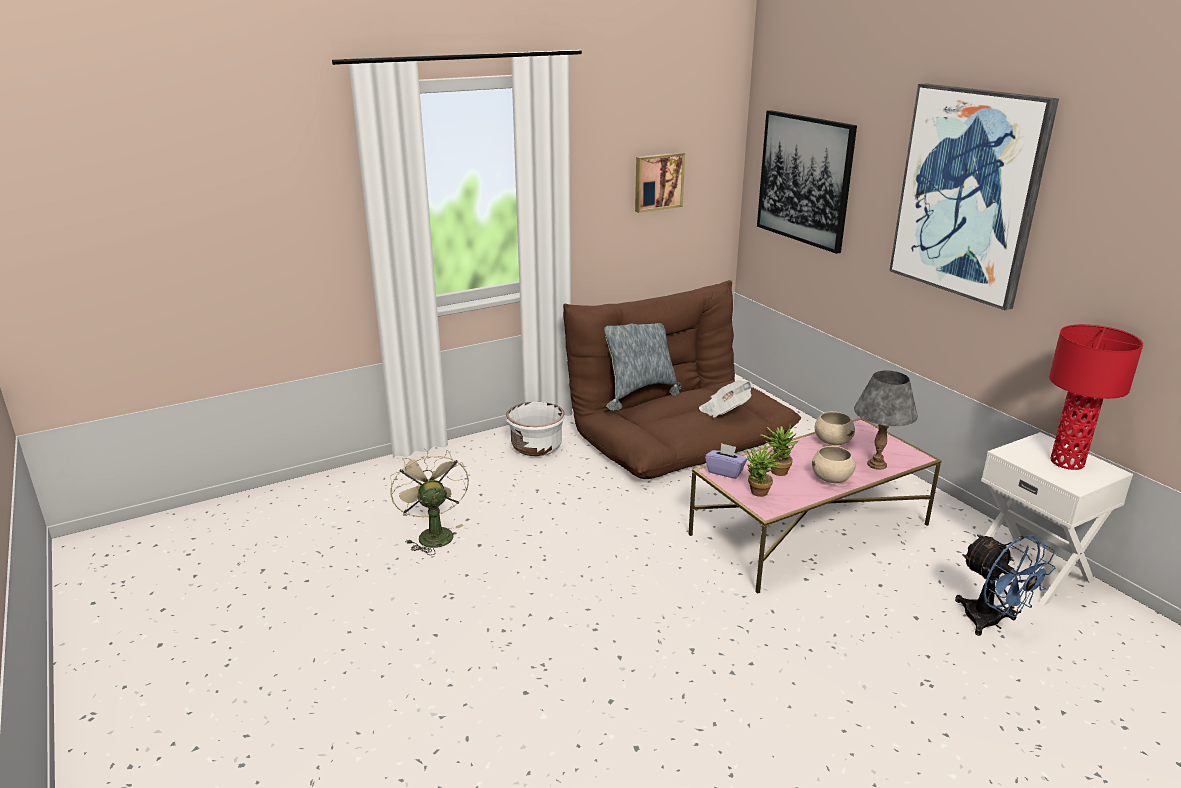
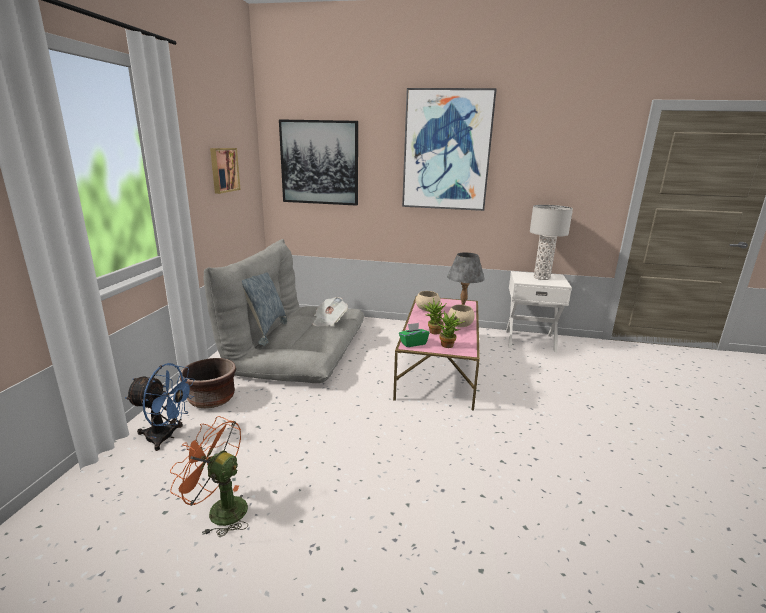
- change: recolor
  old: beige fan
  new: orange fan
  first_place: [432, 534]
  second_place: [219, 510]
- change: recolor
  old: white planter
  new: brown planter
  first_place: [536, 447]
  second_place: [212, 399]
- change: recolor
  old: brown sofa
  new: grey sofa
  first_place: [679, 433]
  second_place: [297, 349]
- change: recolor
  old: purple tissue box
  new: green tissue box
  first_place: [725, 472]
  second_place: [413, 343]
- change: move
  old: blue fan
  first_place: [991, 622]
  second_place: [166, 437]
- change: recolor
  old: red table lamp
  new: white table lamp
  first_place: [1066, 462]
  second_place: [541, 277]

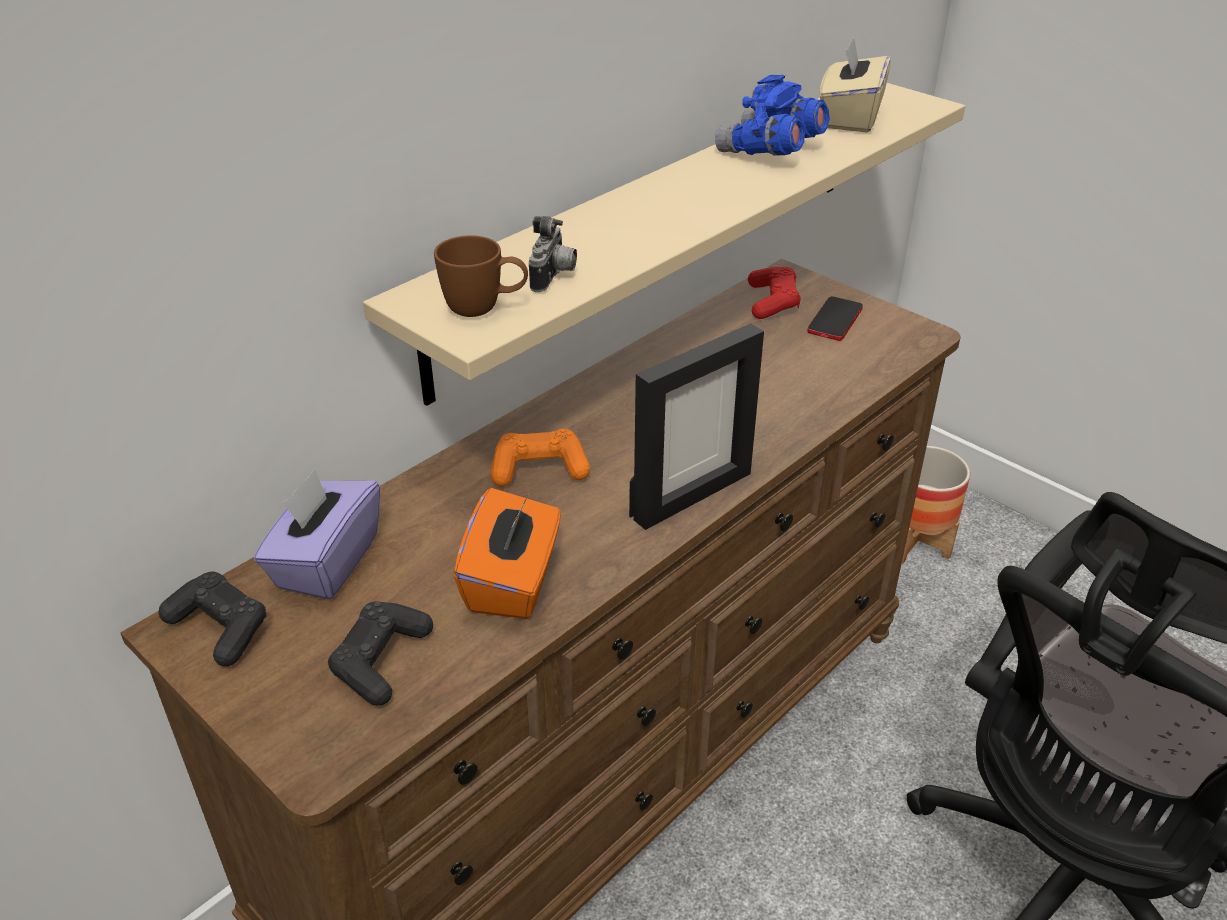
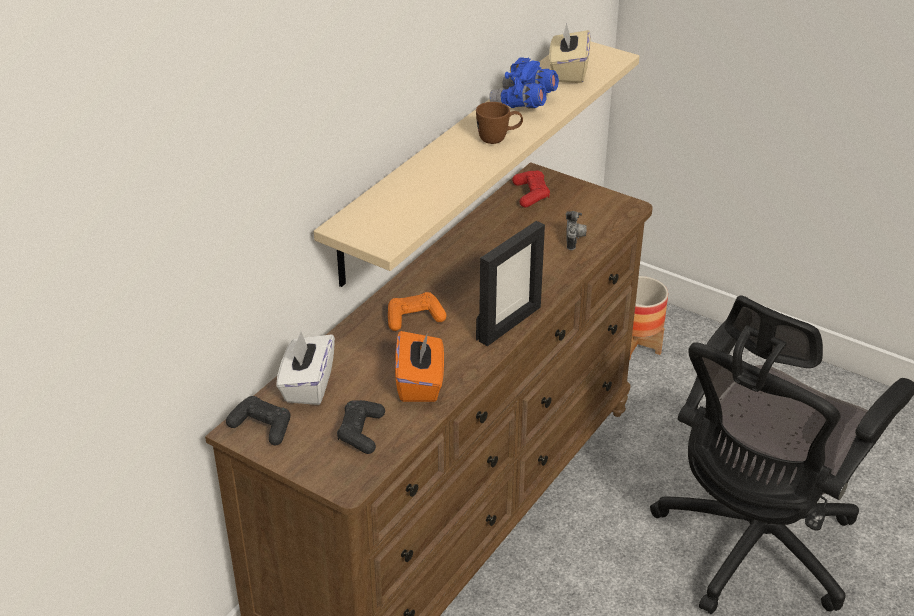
- change: recolor
  old: purple tissue box
  new: white tissue box
  first_place: [326, 562]
  second_place: [307, 385]
- change: move
  old: brown mug
  first_place: [485, 309]
  second_place: [498, 139]
- change: move
  old: photo camera
  first_place: [554, 277]
  second_place: [575, 240]
- change: delete
  old: phone
  first_place: [835, 320]

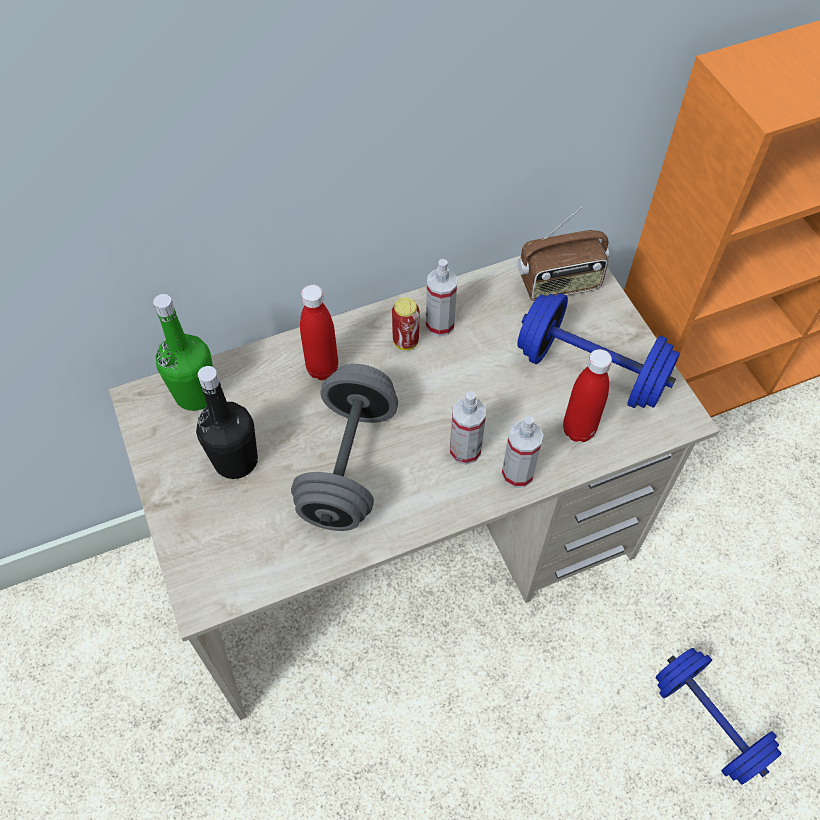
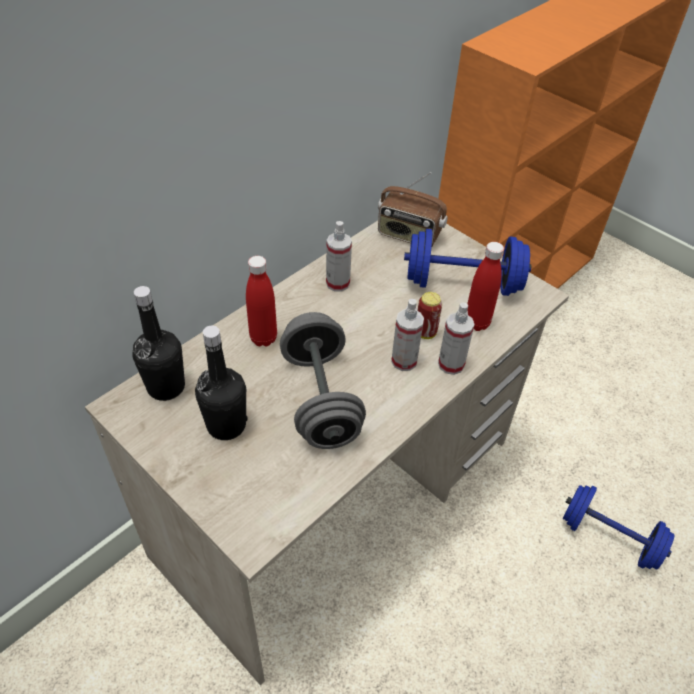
- change: recolor
  old: green bottle
  new: black bottle
  first_place: [196, 394]
  second_place: [166, 387]
- change: move
  old: can
  first_place: [405, 341]
  second_place: [425, 333]
- change: rotate
  old: radio
  first_place: [559, 284]
  second_place: [408, 235]
  degrees: 60

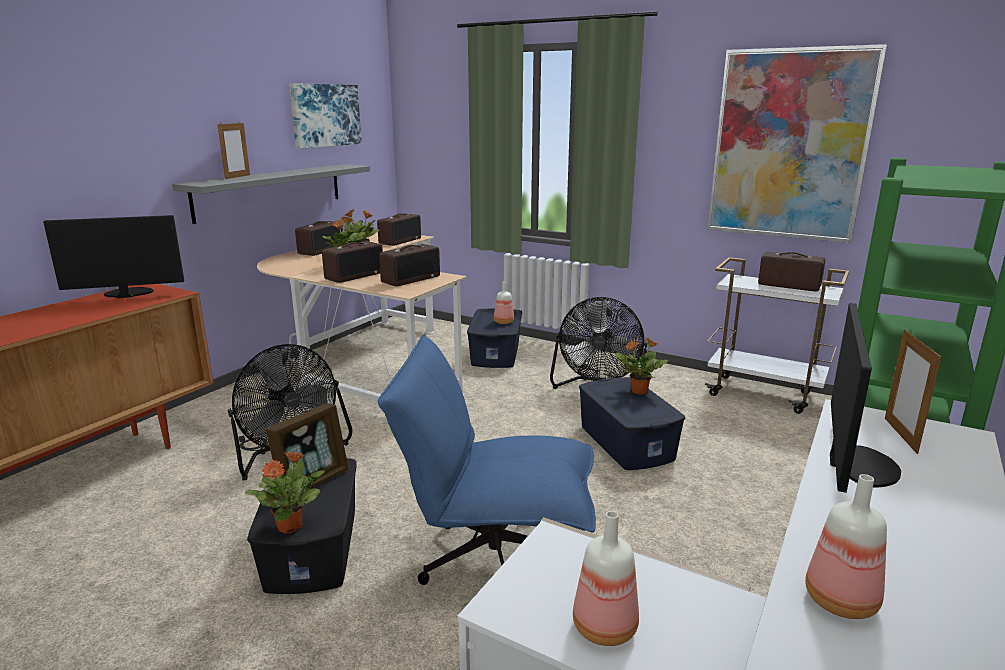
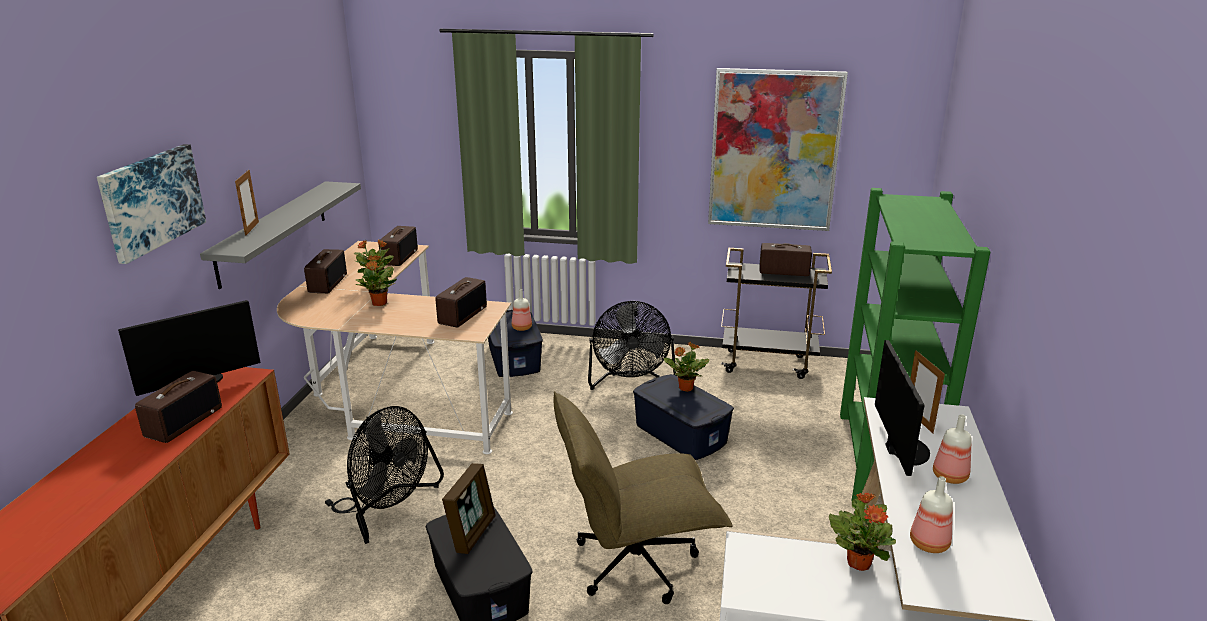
- change: move
  old: potted plant
  first_place: [291, 526]
  second_place: [858, 562]
- change: move
  old: picture
  first_place: [325, 115]
  second_place: [151, 201]
- change: move
  old: radio
  first_place: [354, 276]
  second_place: [183, 421]
- change: recolor
  old: blue office chair
  new: beige office chair
  first_place: [497, 562]
  second_place: [637, 563]
- change: move
  old: bottle
  first_place: [606, 629]
  second_place: [951, 477]
- change: recolor
  old: white cart
  new: black cart
  first_place: [764, 395]
  second_place: [769, 365]

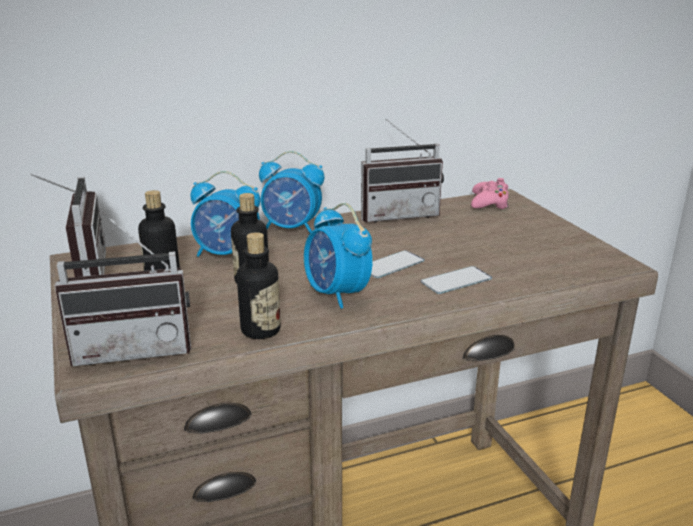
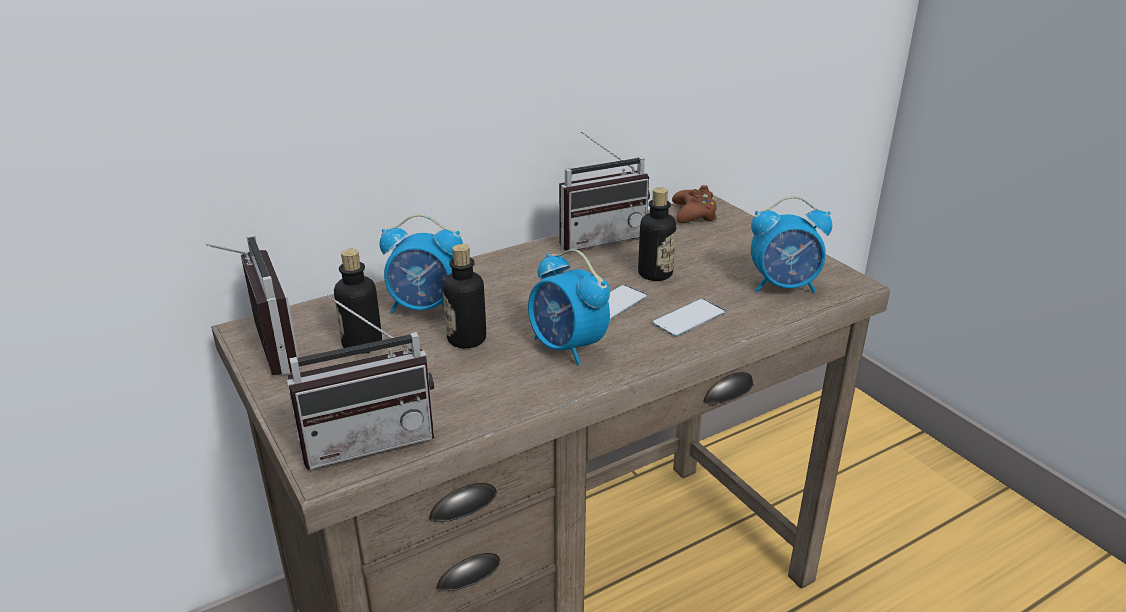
- change: move
  old: bottle
  first_place: [260, 330]
  second_place: [655, 274]
- change: move
  old: alarm clock
  first_place: [292, 229]
  second_place: [784, 286]
- change: recolor
  old: pink game controller
  new: brown game controller
  first_place: [489, 202]
  second_place: [694, 214]

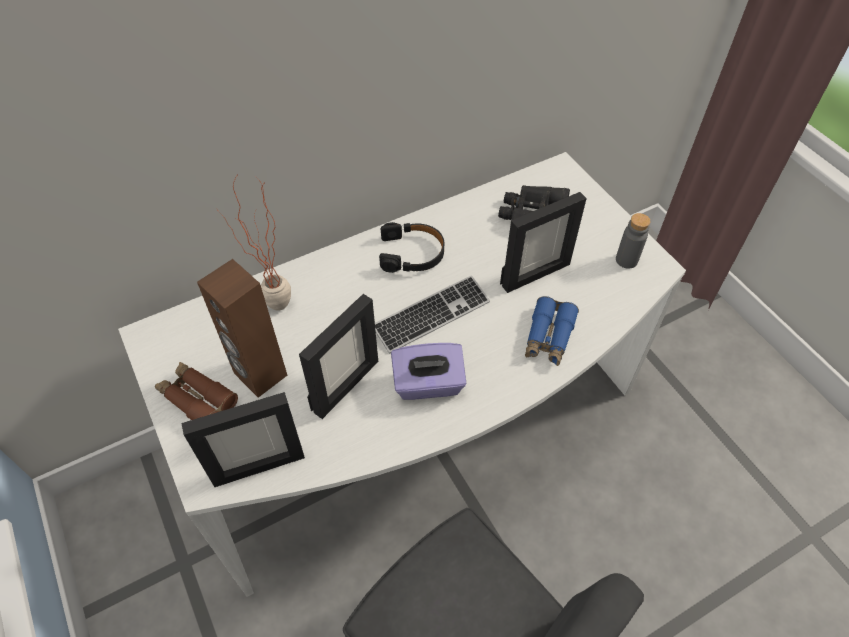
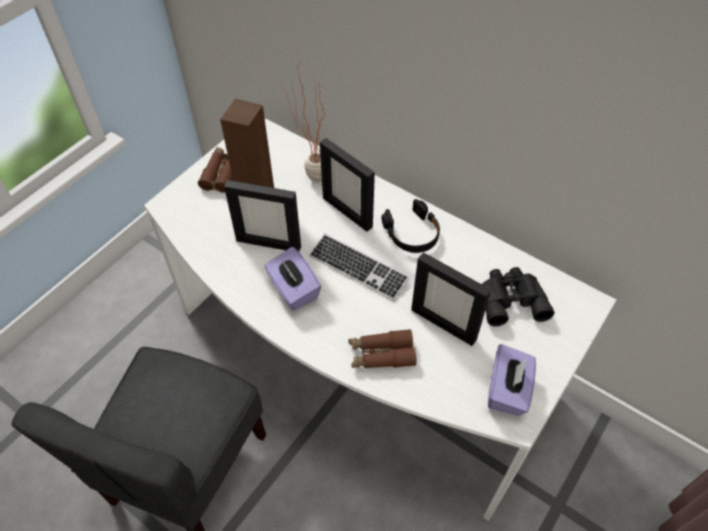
- change: move
  old: picture frame
  first_place: [258, 465]
  second_place: [348, 211]
- change: recolor
  old: blue binoculars
  new: brown binoculars
  first_place: [548, 337]
  second_place: [381, 354]
- change: replace
  old: grey bottle
  new: purple tissue box
  first_place: [626, 260]
  second_place: [507, 390]

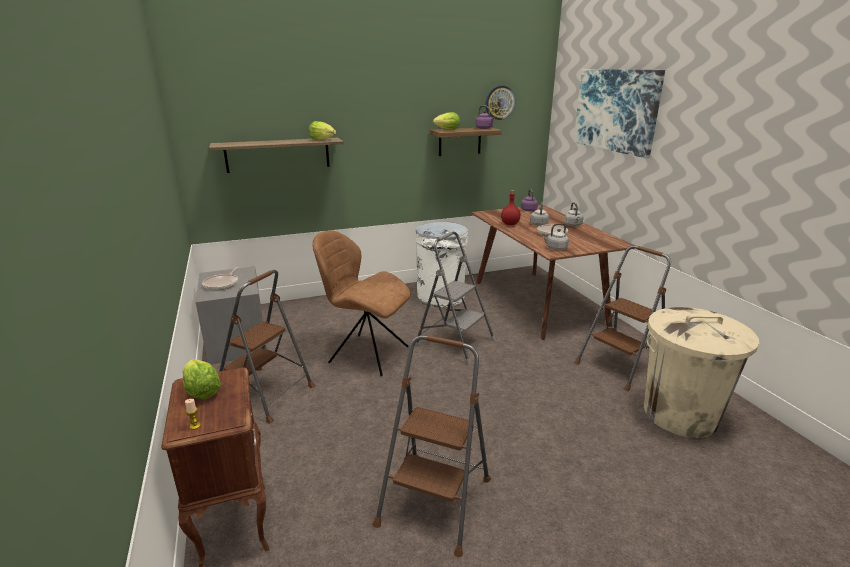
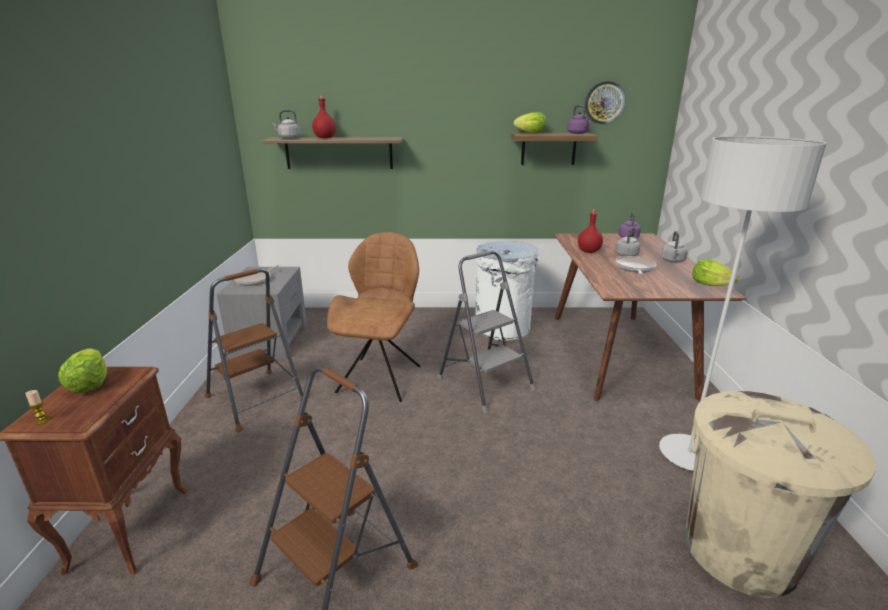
- change: move
  old: lettuce
  first_place: [322, 140]
  second_place: [710, 284]
- change: rotate
  old: brown chair
  first_place: [366, 354]
  second_place: [381, 377]
  degrees: 60
- change: move
  old: grey kettle
  first_place: [555, 248]
  second_place: [288, 138]
- change: delete
  old: picture
  first_place: [615, 110]
- change: replace
  old: brown step ladder
  new: grey floor lamp
  first_place: [622, 363]
  second_place: [689, 455]
- change: insert
  new: red bottle
  second_place: [325, 138]

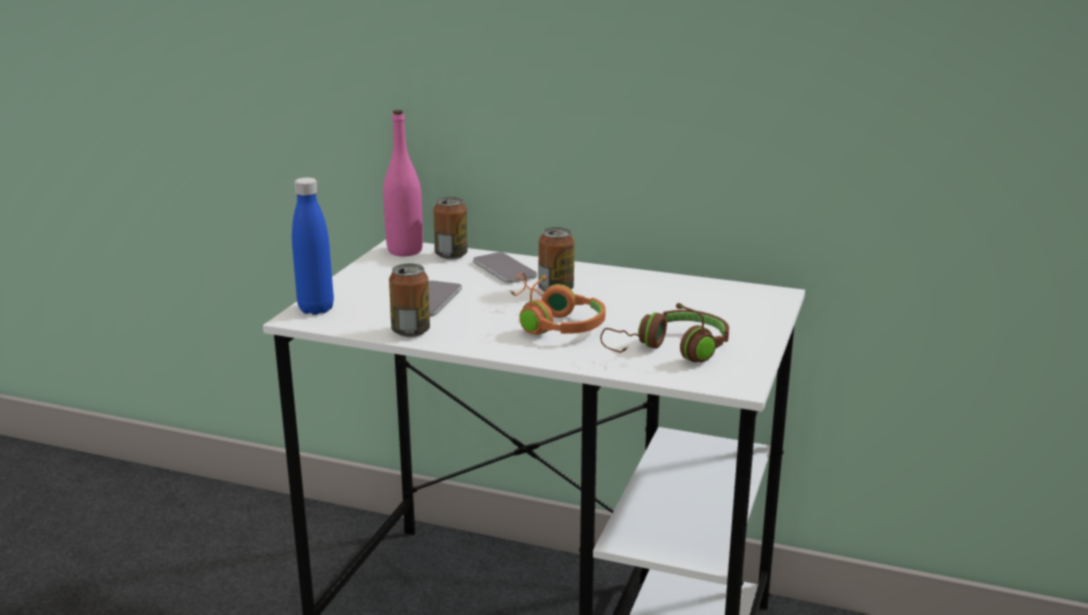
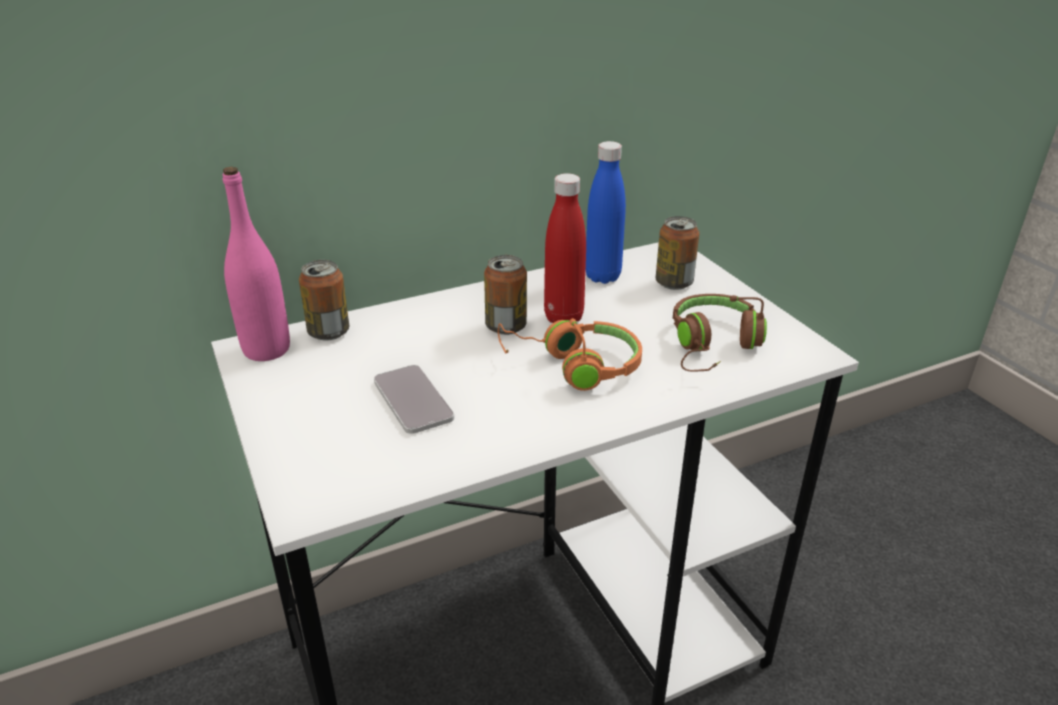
- change: move
  old: blue bottle
  first_place: [316, 309]
  second_place: [602, 276]
- change: move
  old: can
  first_place: [411, 331]
  second_place: [674, 283]
- change: delete
  old: phone
  first_place: [504, 269]
- change: insert
  new: red bottle
  second_place: [563, 318]

